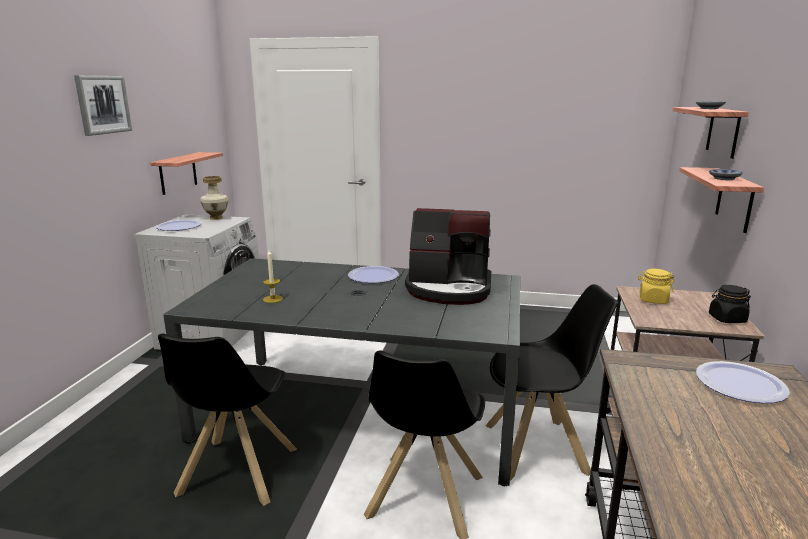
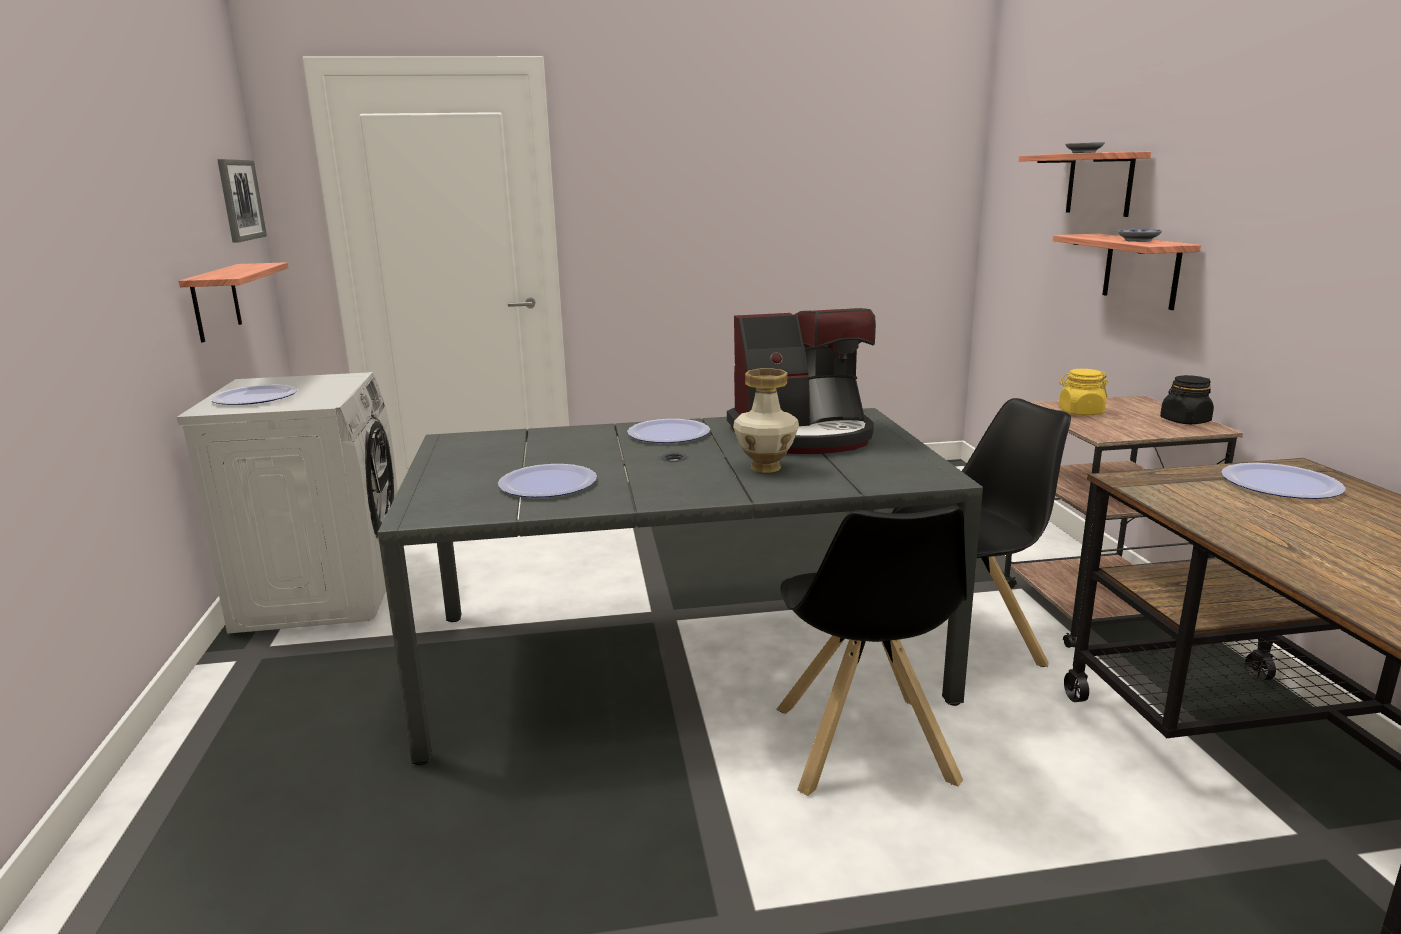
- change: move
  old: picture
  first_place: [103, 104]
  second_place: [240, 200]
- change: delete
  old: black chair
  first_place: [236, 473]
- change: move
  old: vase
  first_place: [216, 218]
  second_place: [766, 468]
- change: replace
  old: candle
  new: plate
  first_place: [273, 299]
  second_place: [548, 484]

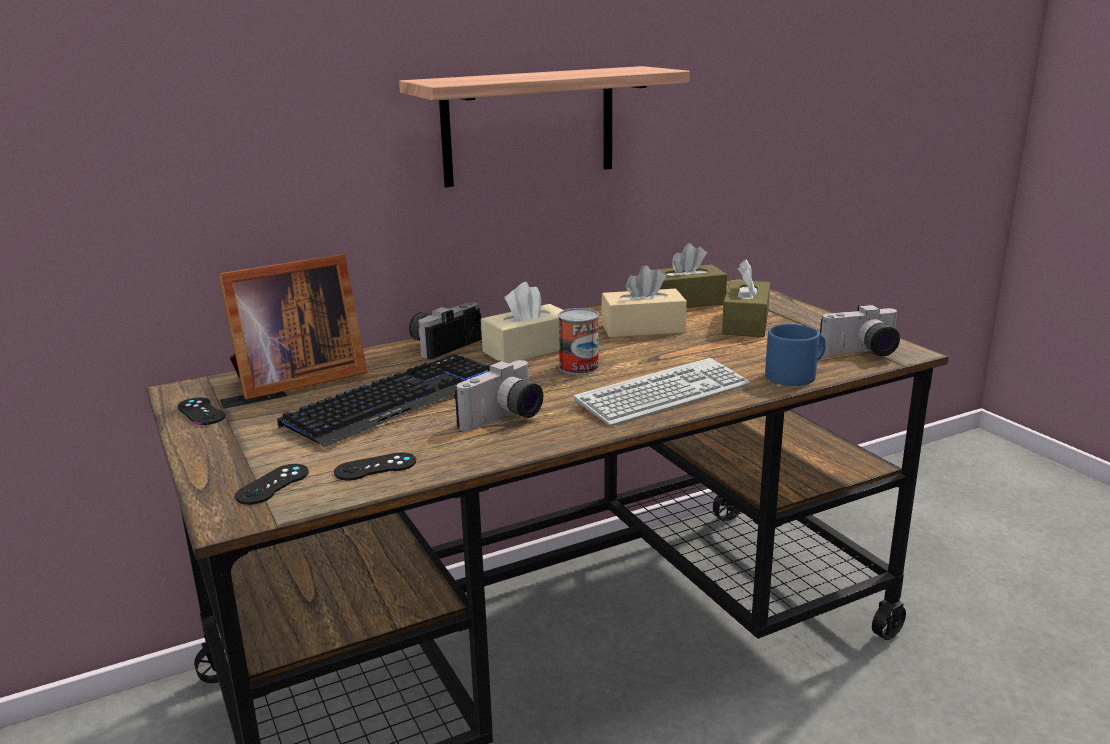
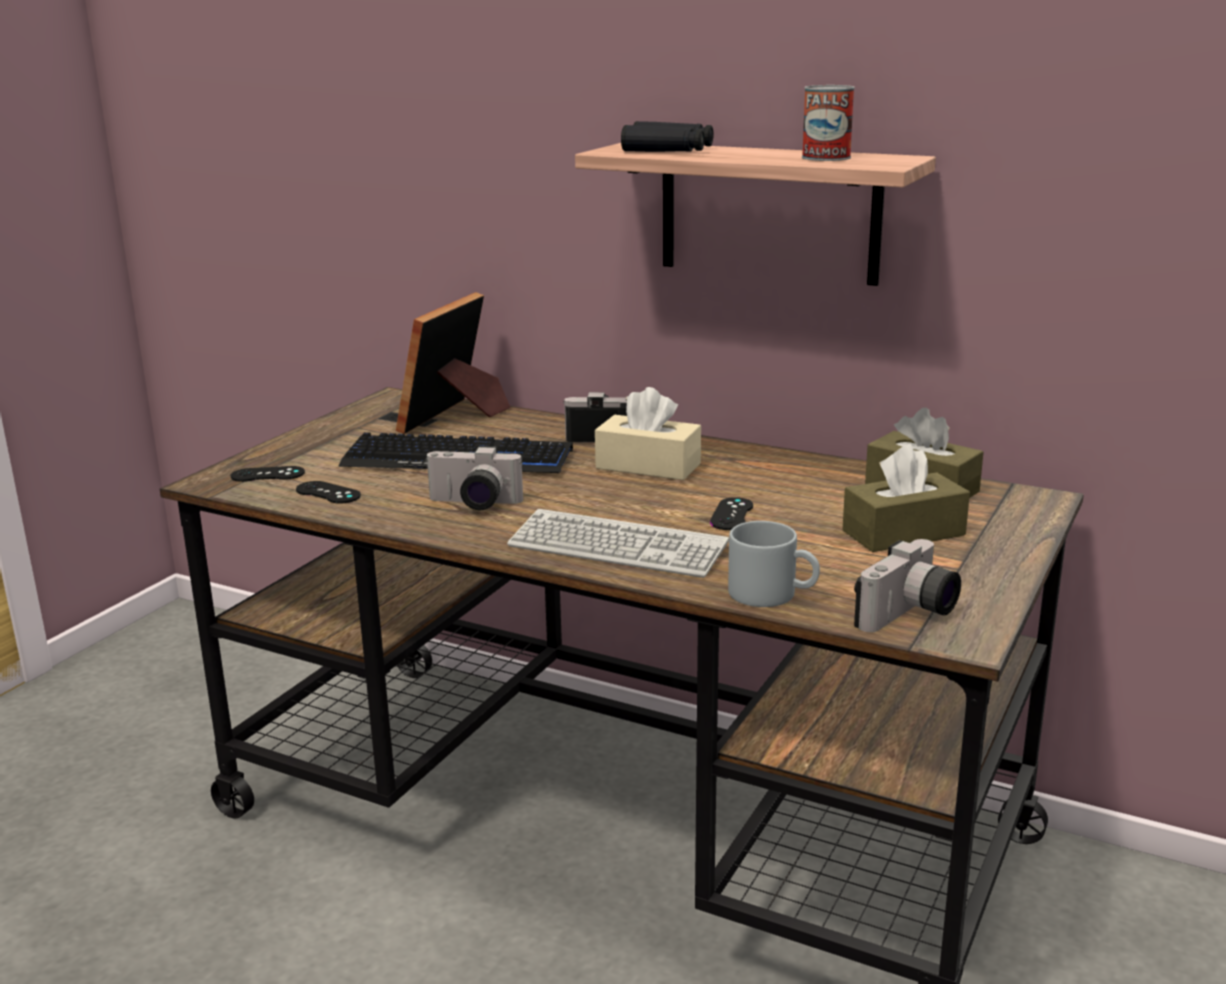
- change: move
  old: black game controller
  first_place: [201, 412]
  second_place: [731, 514]
- change: rotate
  old: picture frame
  first_place: [294, 379]
  second_place: [456, 417]
  degrees: 90
- change: move
  old: can
  first_place: [579, 367]
  second_place: [826, 157]
- change: delete
  old: beige tissue box
  first_place: [643, 328]
- change: recolor
  old: blue mug
  new: grey mug
  first_place: [796, 374]
  second_place: [773, 594]
- change: rotate
  old: photo camera
  first_place: [862, 353]
  second_place: [910, 615]
  degrees: -90
- change: insert
  new: black binoculars
  second_place: [668, 150]

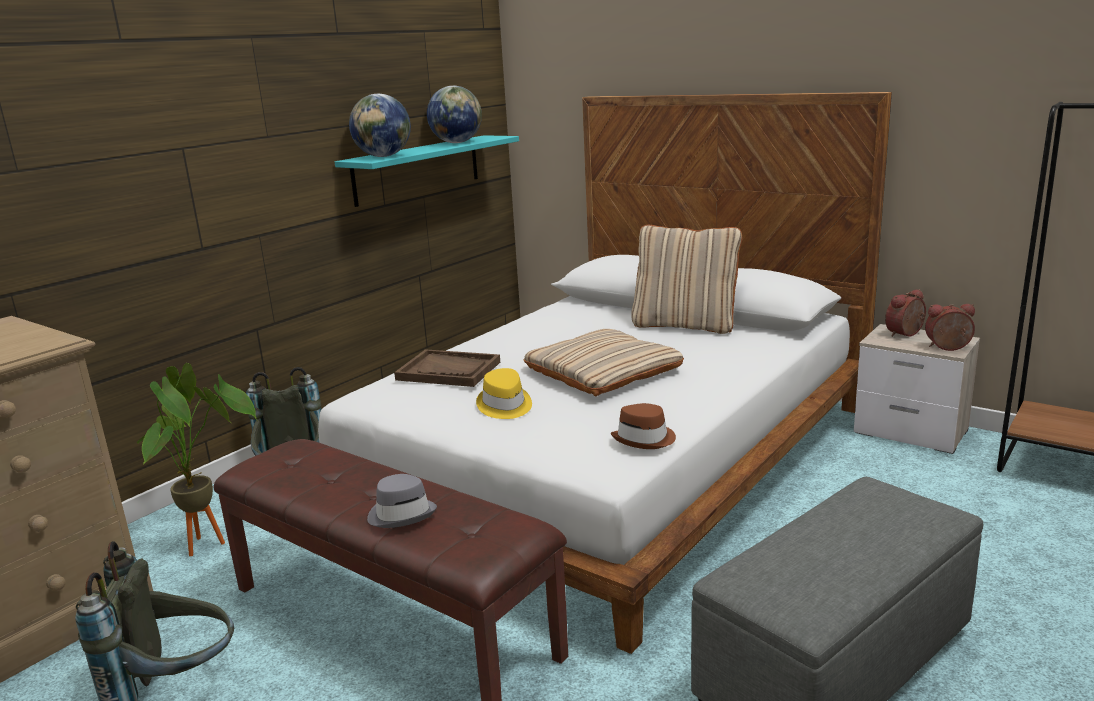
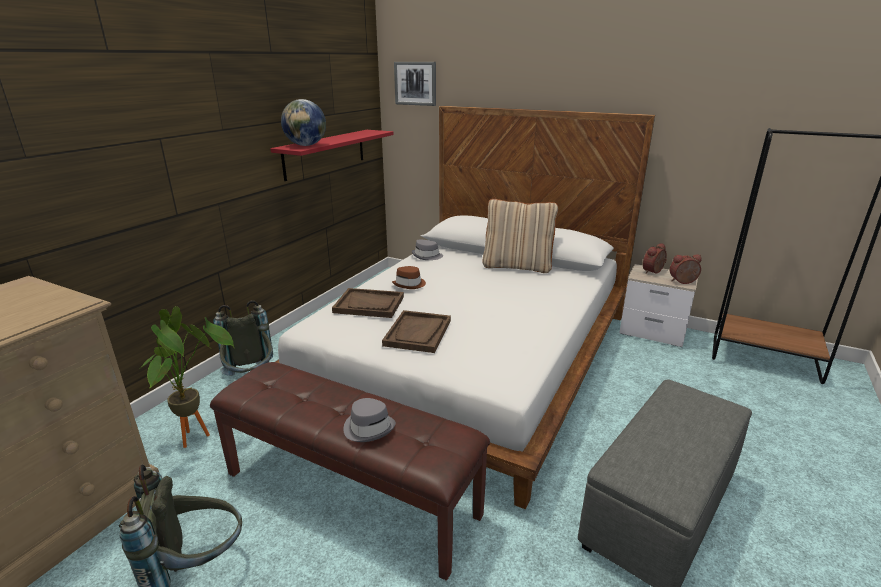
- change: recolor
  old: turquoise shelf
  new: red shelf
  first_place: [417, 169]
  second_place: [325, 153]
- change: delete
  old: globe
  first_place: [457, 143]
- change: replace
  old: yellow hat
  new: brown tray
  first_place: [504, 406]
  second_place: [418, 333]
- change: delete
  old: beige pillow
  first_place: [602, 371]
- change: move
  old: brown hat
  first_place: [645, 439]
  second_place: [410, 284]
- change: insert
  new: picture
  second_place: [415, 83]
- change: insert
  new: grey hat
  second_place: [427, 256]

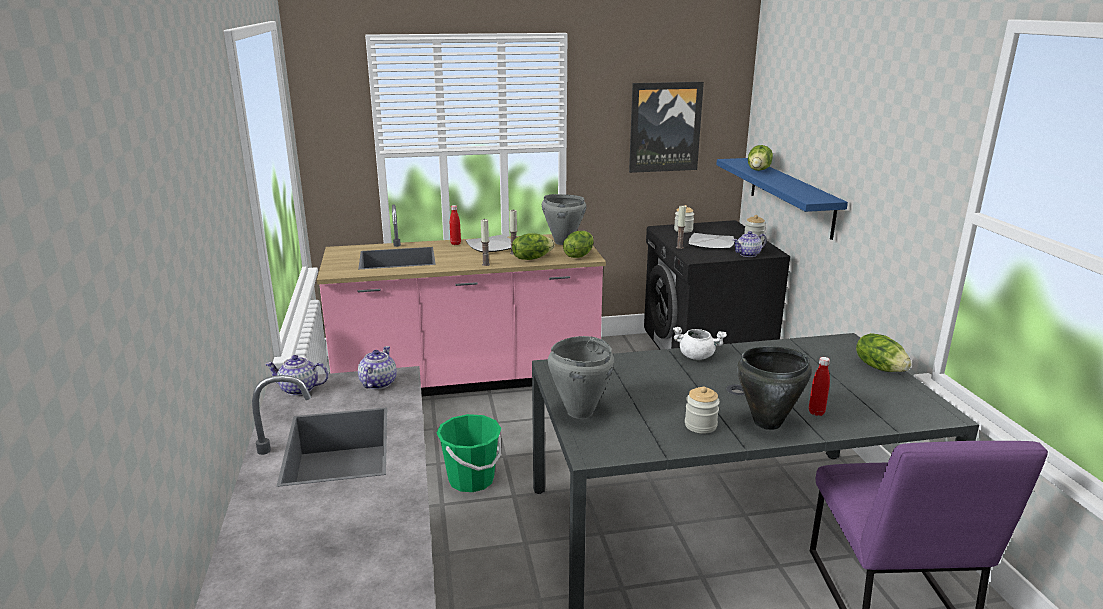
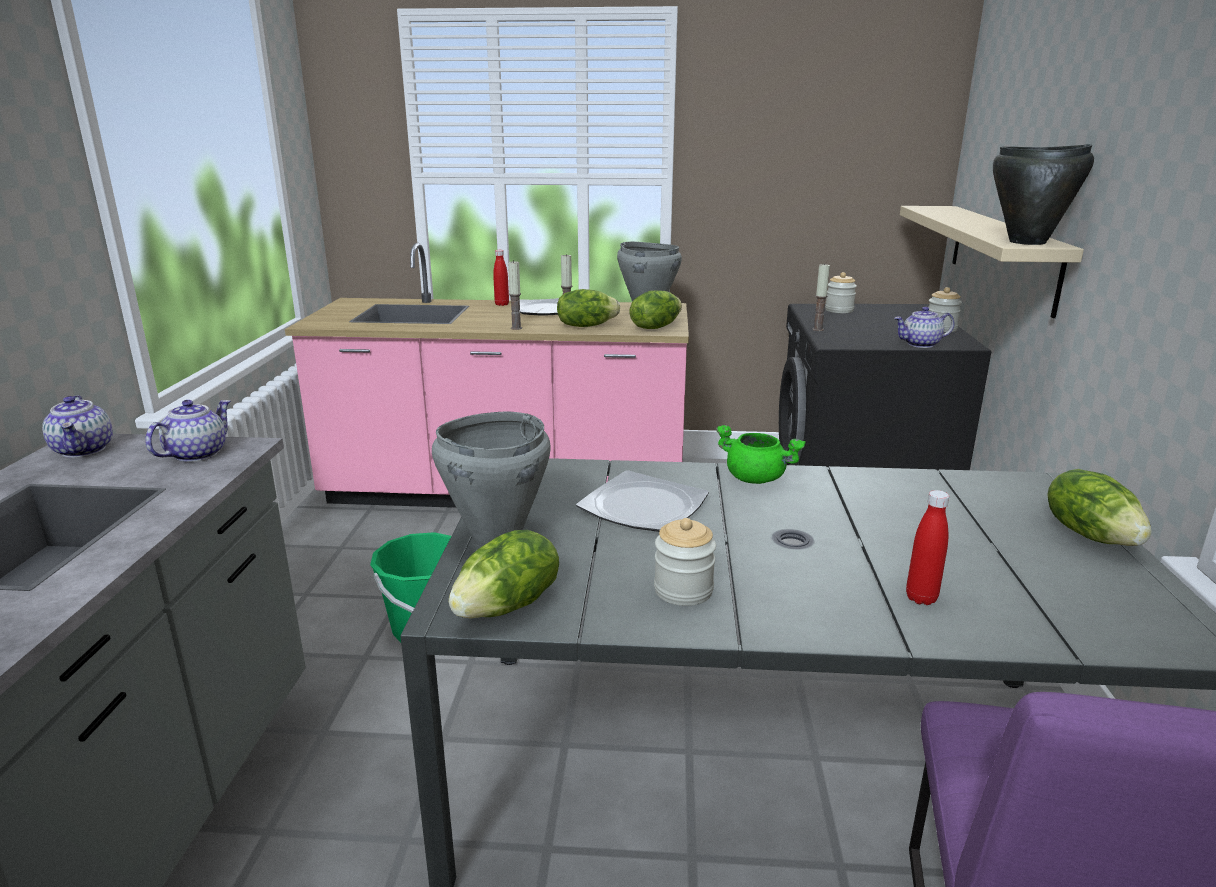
- change: rotate
  old: teapot
  first_place: [298, 389]
  second_place: [84, 450]
  degrees: -135
- change: delete
  old: picture
  first_place: [664, 127]
- change: recolor
  old: white cooking pot
  new: green cooking pot
  first_place: [697, 356]
  second_place: [756, 478]
- change: move
  old: plate
  first_place: [711, 243]
  second_place: [644, 506]
- change: recolor
  old: blue shelf
  new: beige shelf
  first_place: [790, 196]
  second_place: [1002, 255]
- change: move
  old: black cooking pot
  first_place: [768, 423]
  second_place: [1028, 242]
- change: move
  old: lettuce
  first_place: [759, 170]
  second_place: [509, 606]

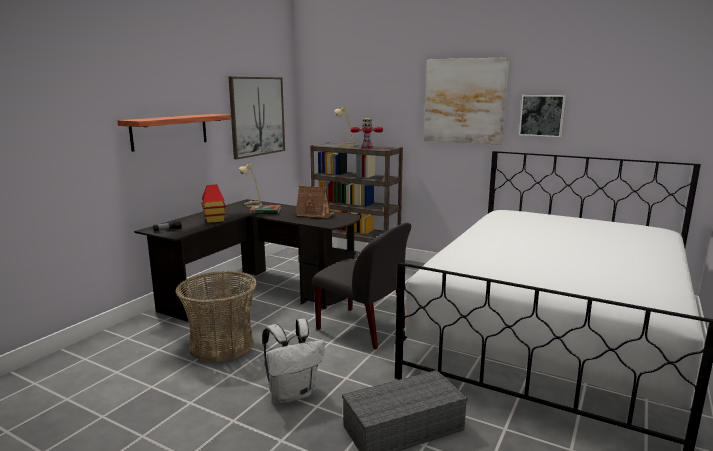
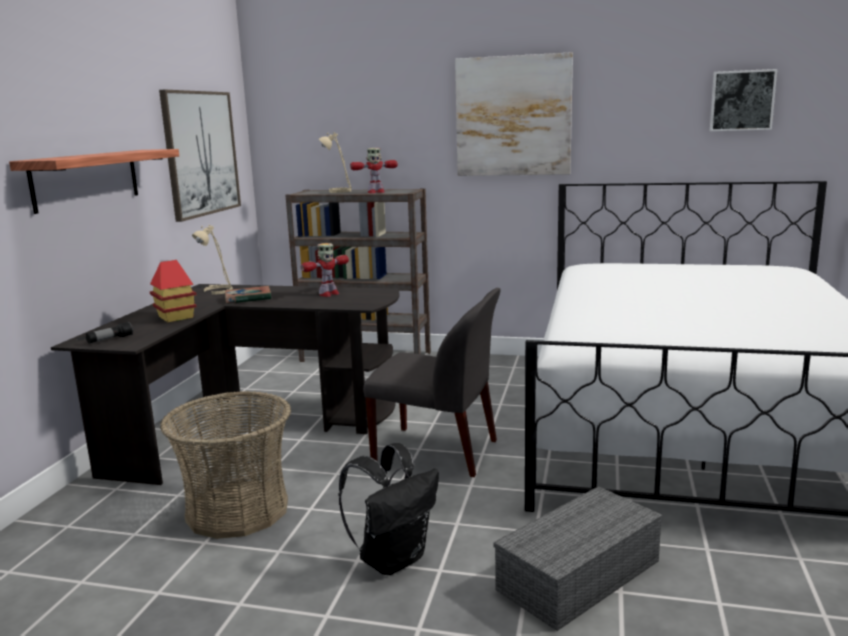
- change: recolor
  old: white backpack
  new: black backpack
  first_place: [293, 393]
  second_place: [393, 558]
- change: replace
  old: toy house
  new: toy robot
  first_place: [315, 214]
  second_place: [328, 294]
- change: move
  old: picture
  first_place: [542, 115]
  second_place: [742, 100]

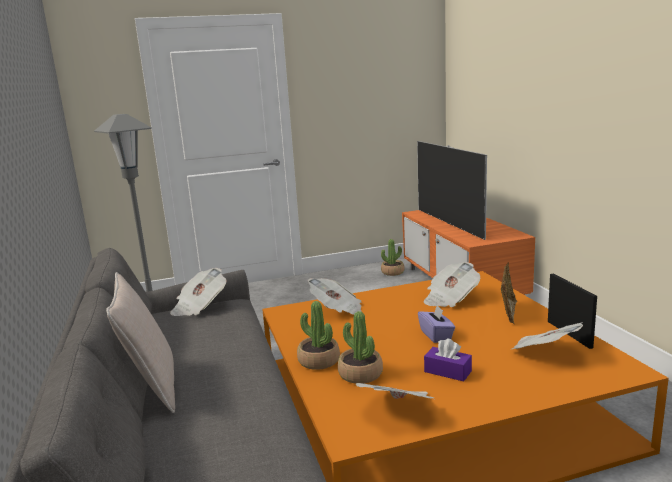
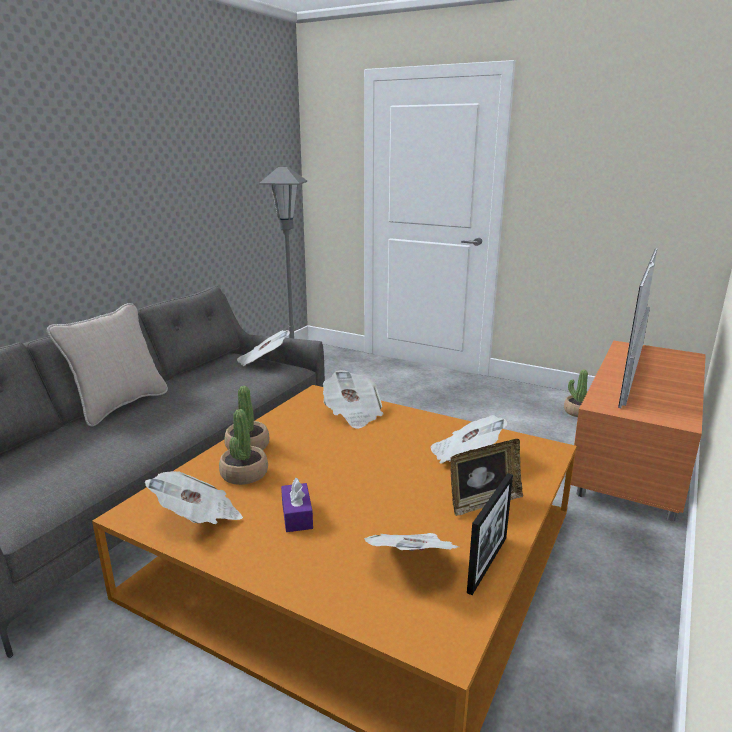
- change: delete
  old: purple tissue box
  first_place: [436, 335]

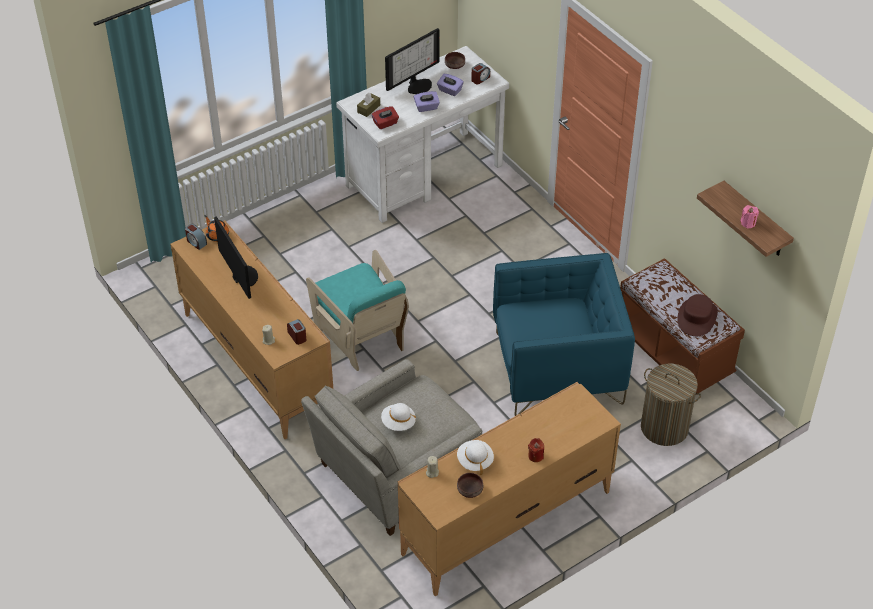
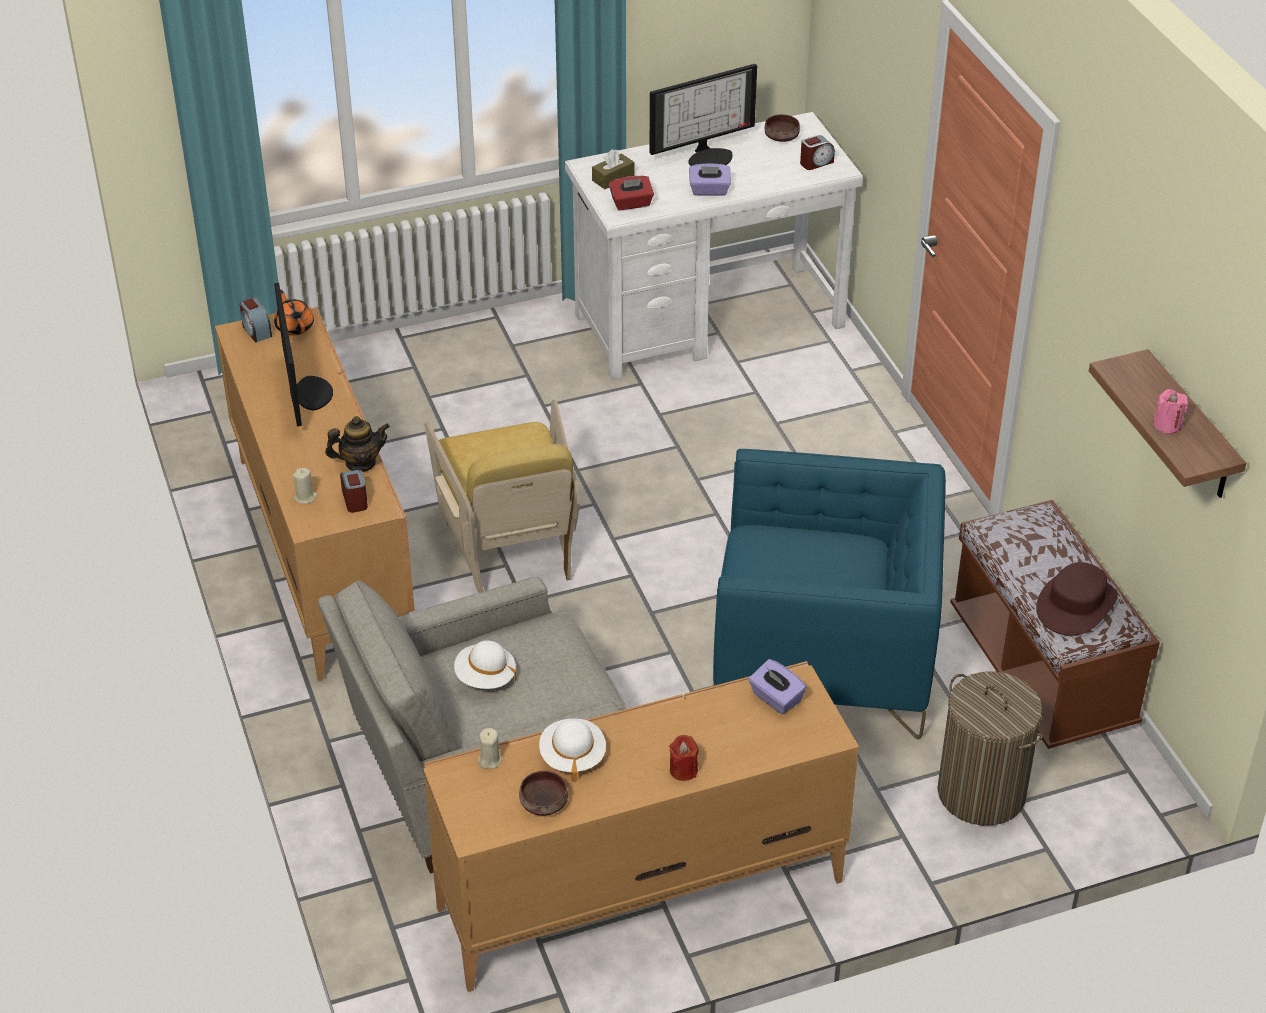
- change: recolor
  old: turquoise armchair
  new: yellow armchair
  first_place: [361, 335]
  second_place: [509, 544]
- change: move
  old: purple tissue box
  first_place: [449, 90]
  second_place: [775, 698]
- change: insert
  new: teapot
  second_place: [360, 463]

